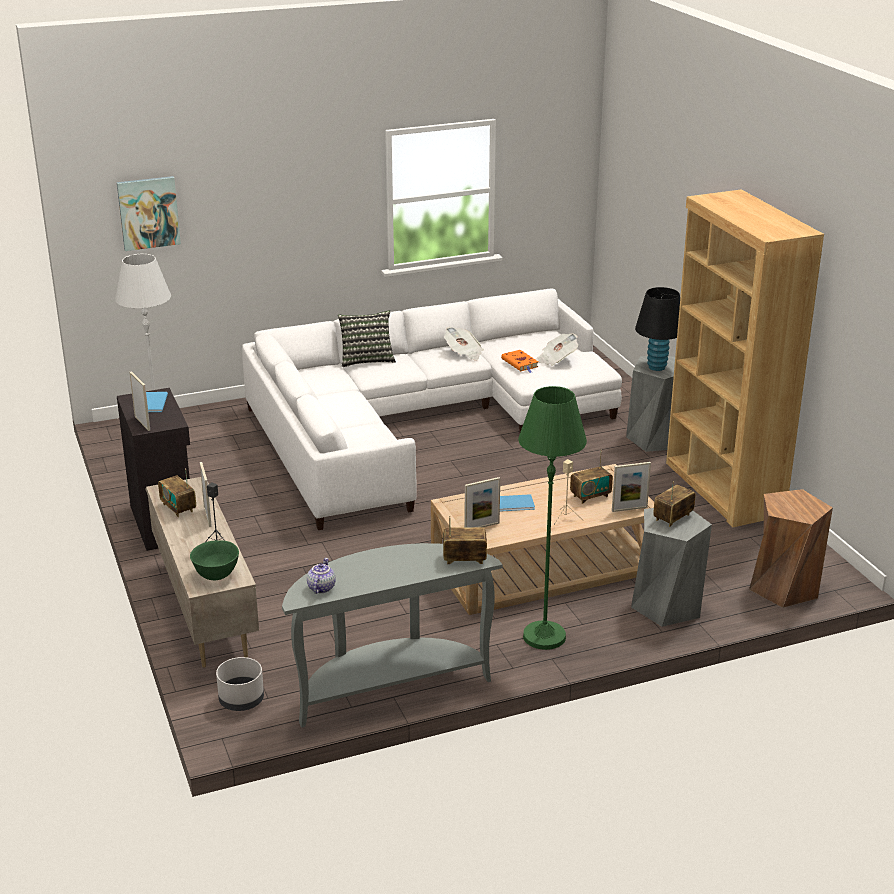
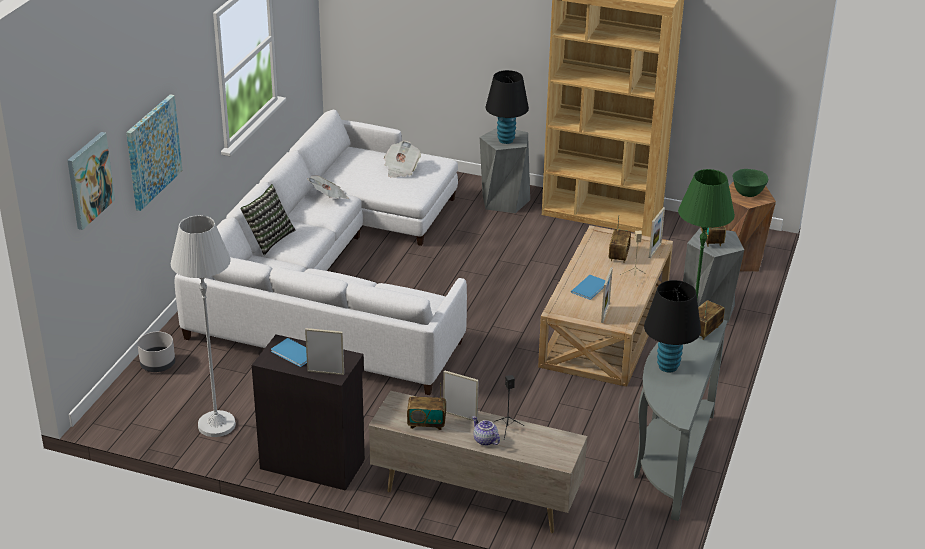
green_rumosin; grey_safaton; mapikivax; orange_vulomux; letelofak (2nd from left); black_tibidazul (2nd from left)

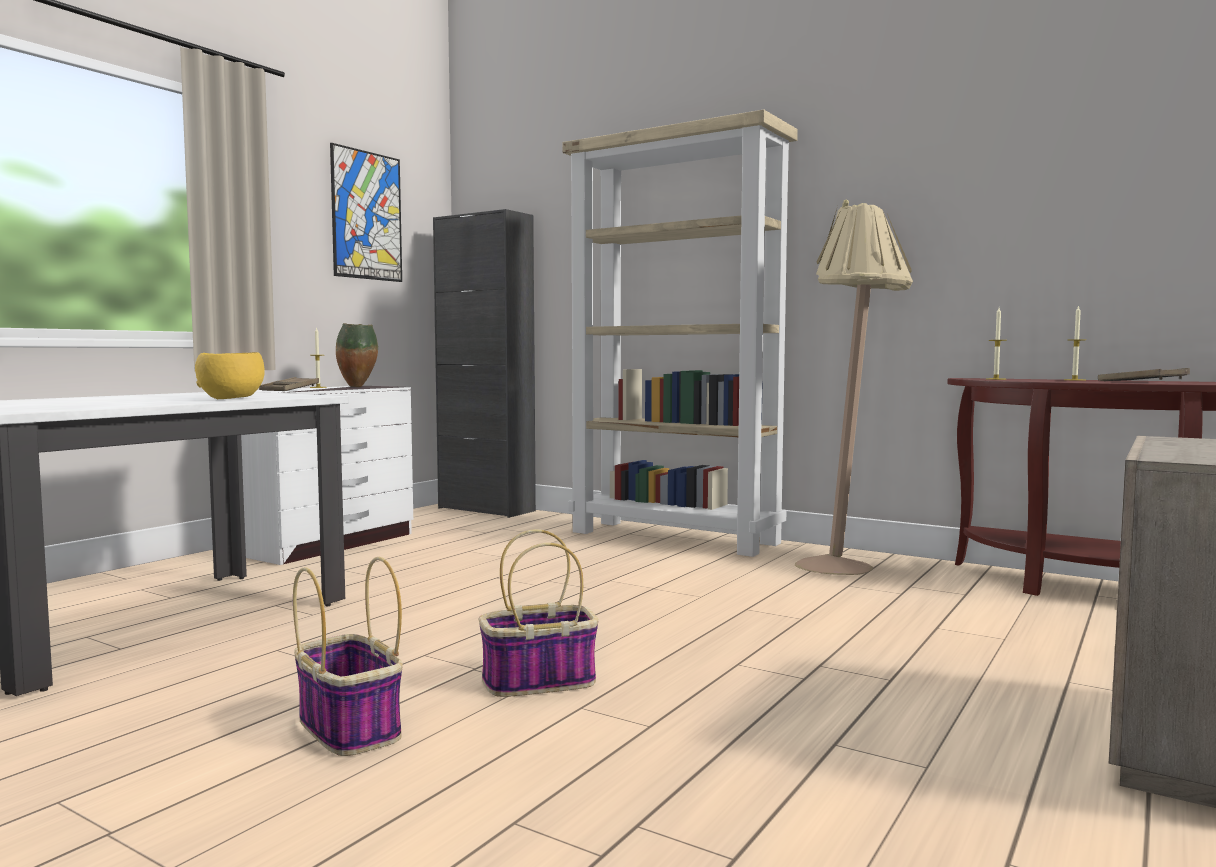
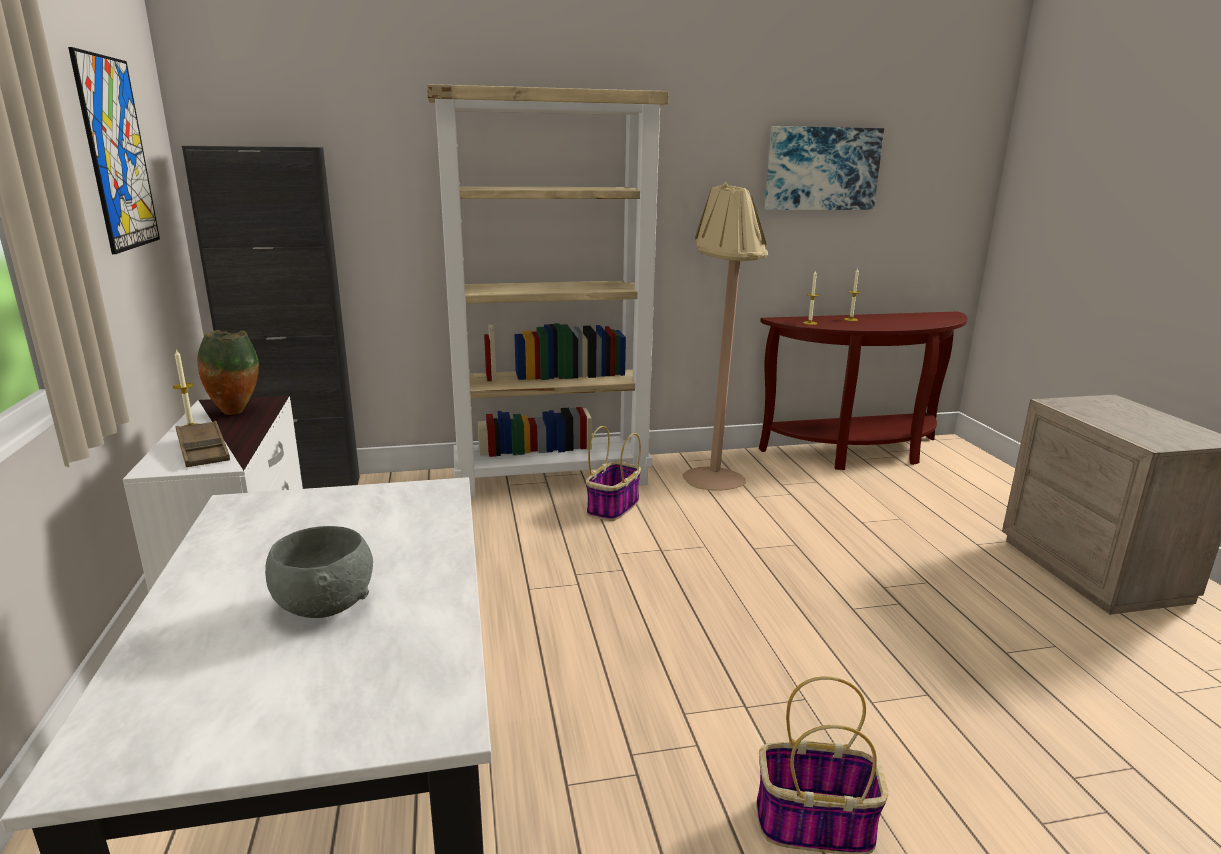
yellow_rumosin; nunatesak (1st from left); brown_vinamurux (2nd from left in the first image); grey_rumosin; letelofak (2nd from left)

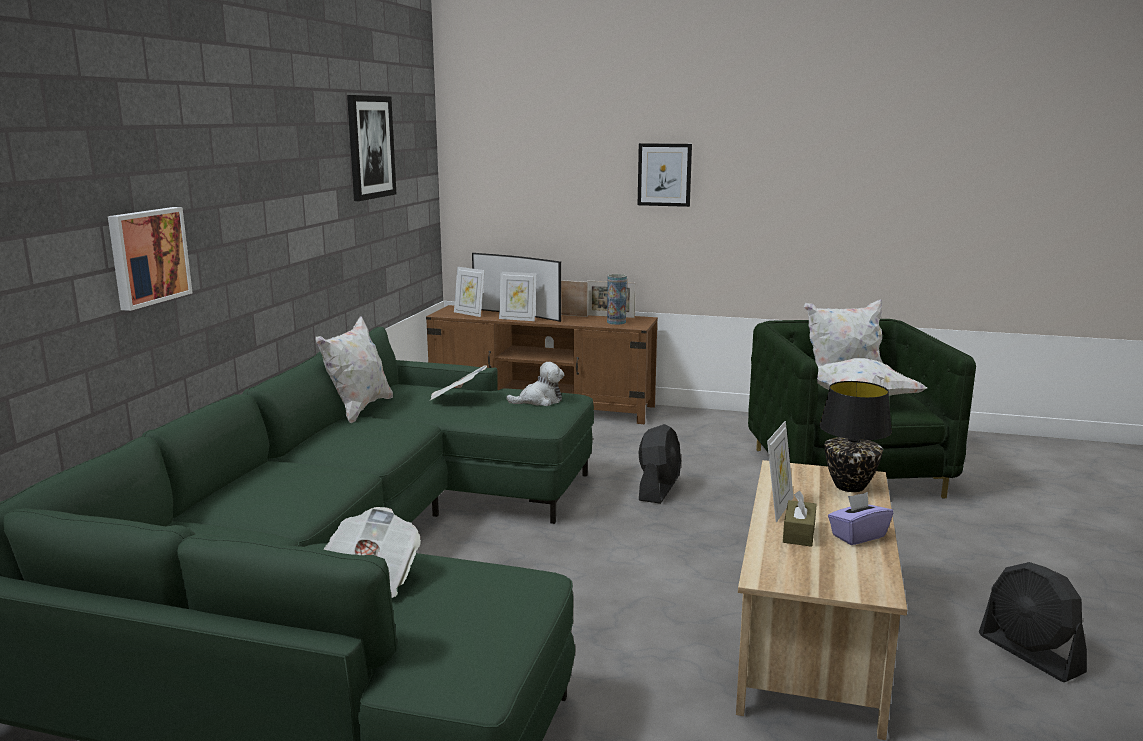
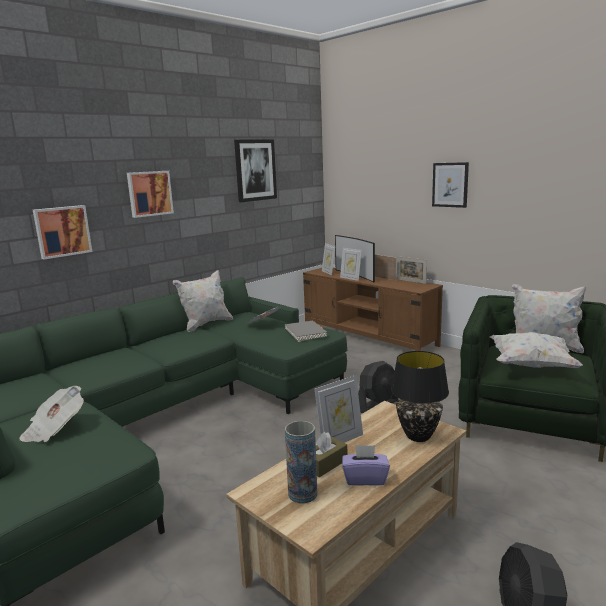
grey_vulomux; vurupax; letelofak (2nd from left)

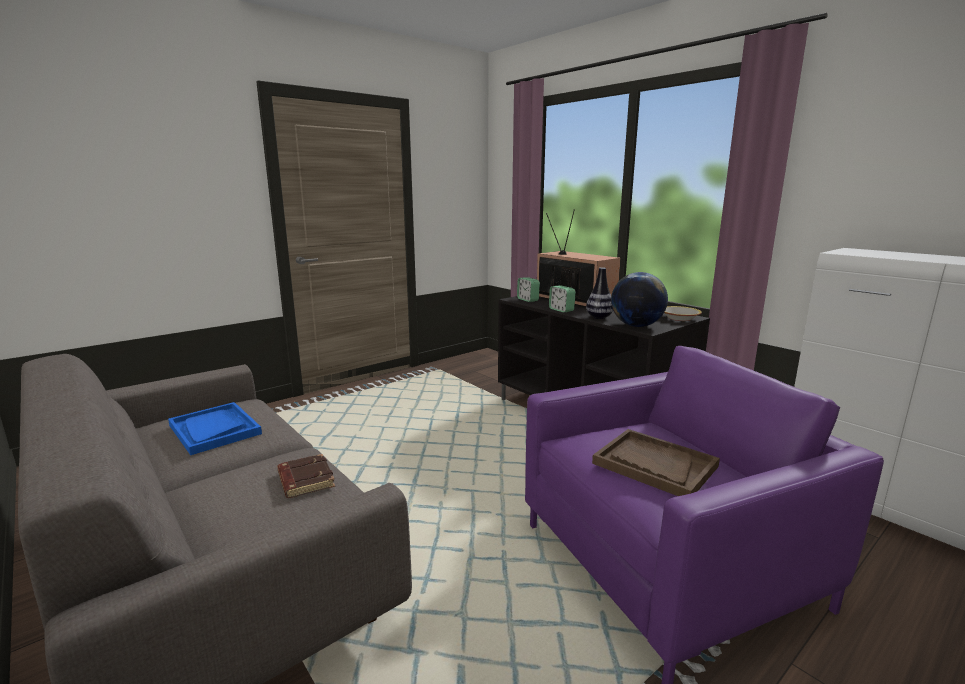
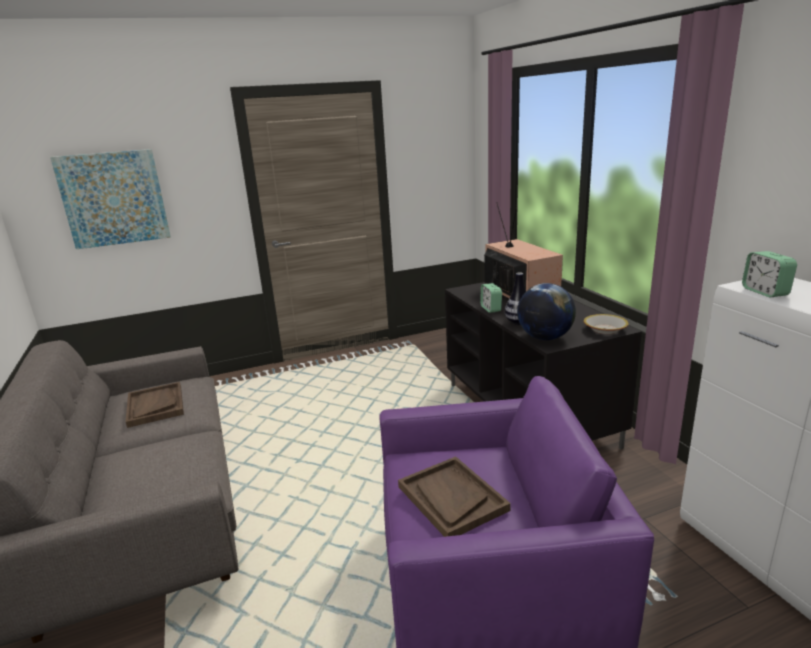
brown_vinamurux (1st from left); brown_vulomux; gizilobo (2nd from left); letelofak

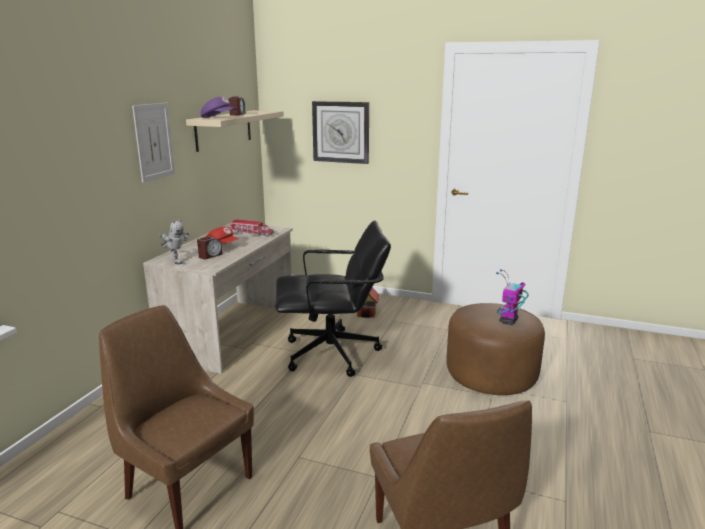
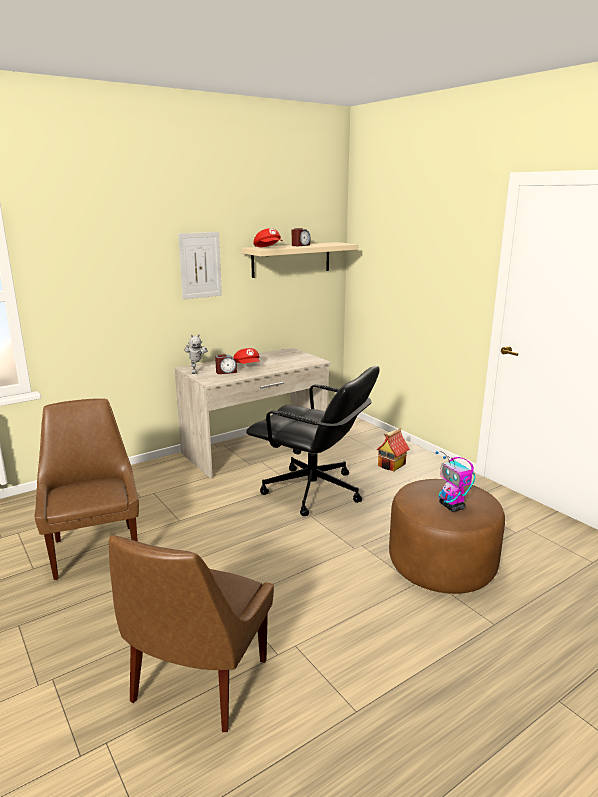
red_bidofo (2nd from left); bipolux; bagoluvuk; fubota (2nd from left)

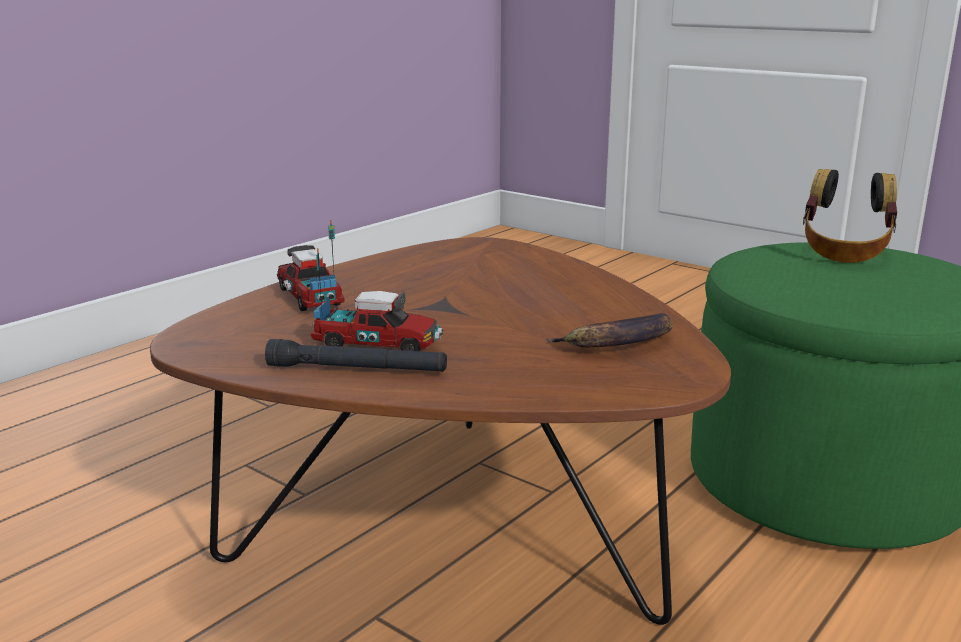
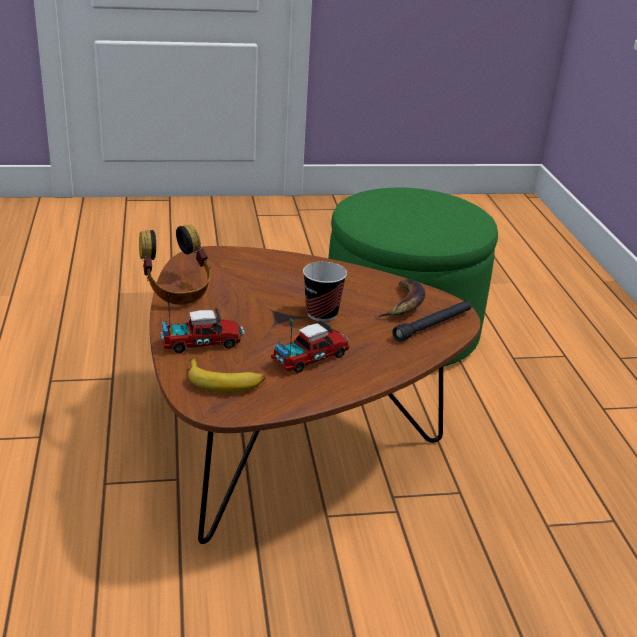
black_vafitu; bipolux (1st from left); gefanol; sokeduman (1st from left); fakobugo

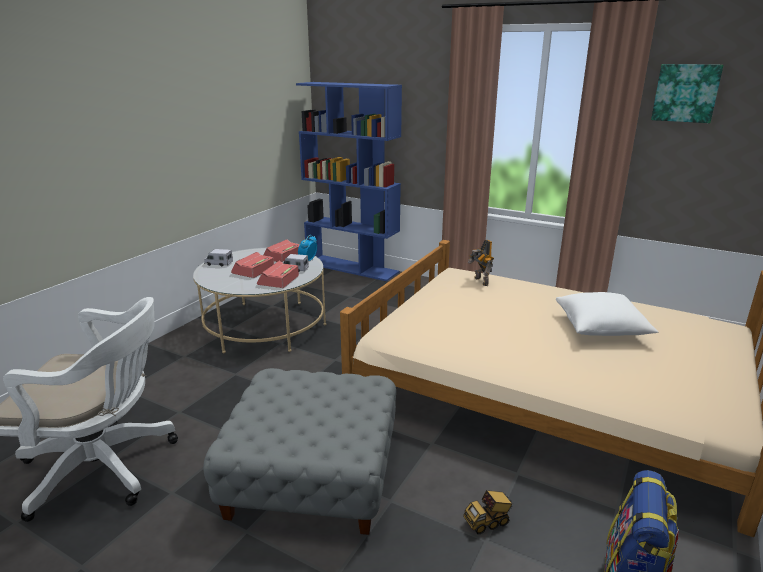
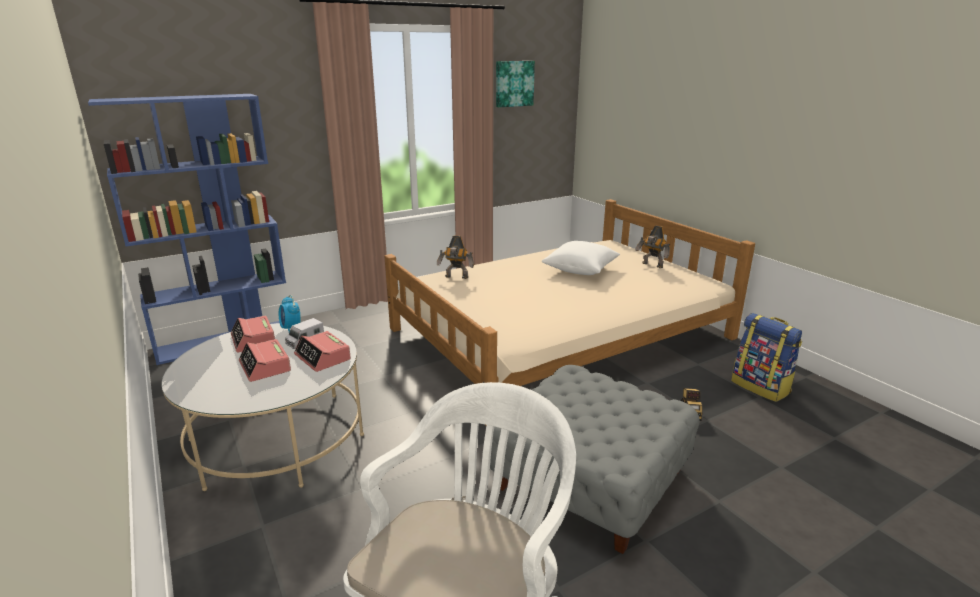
bipolux (1st from left in the first image); fubota (2nd from left)

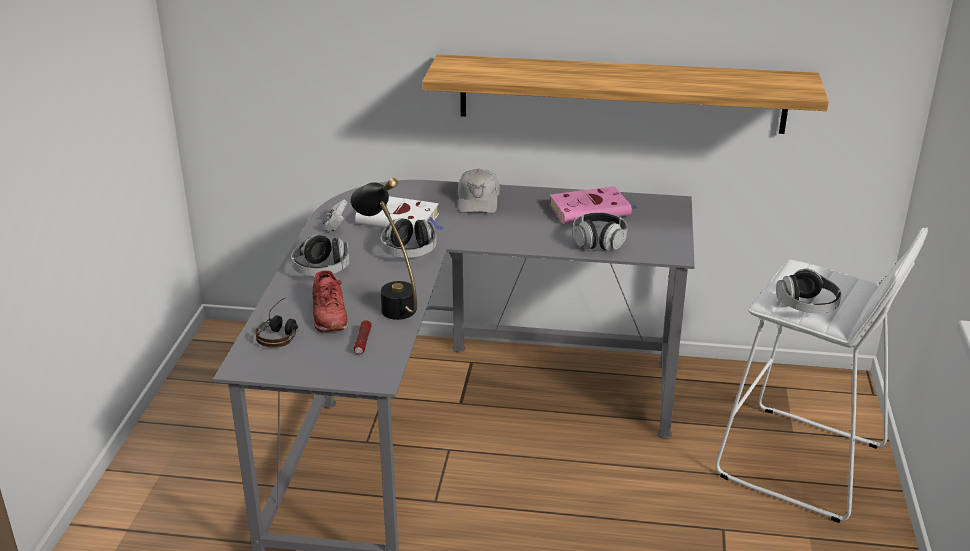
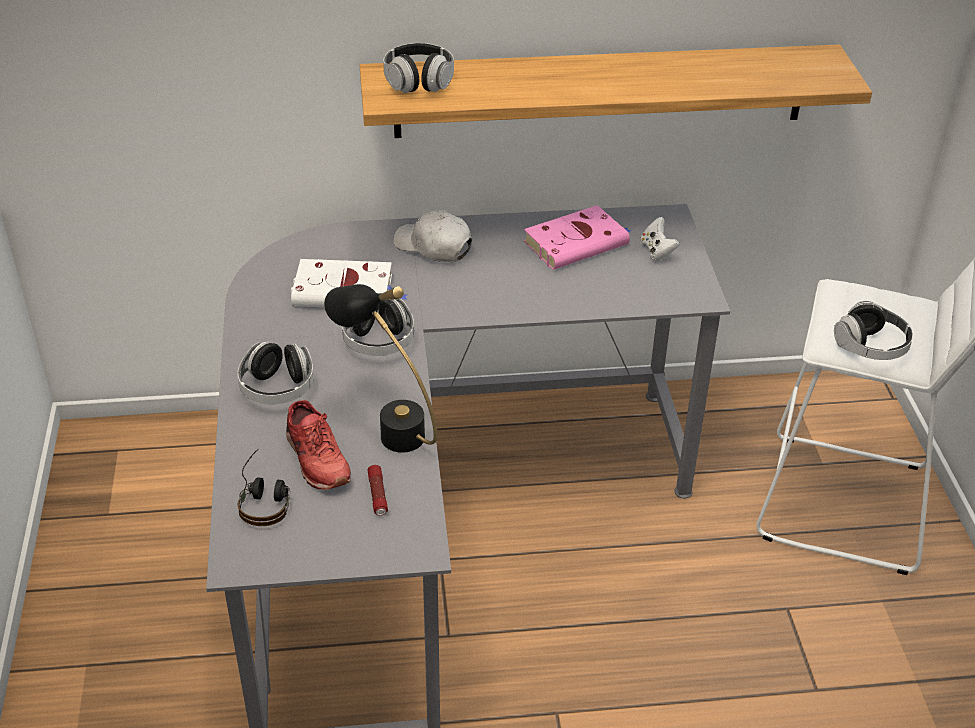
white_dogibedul; white_bidofo; gefanol (4th from left)

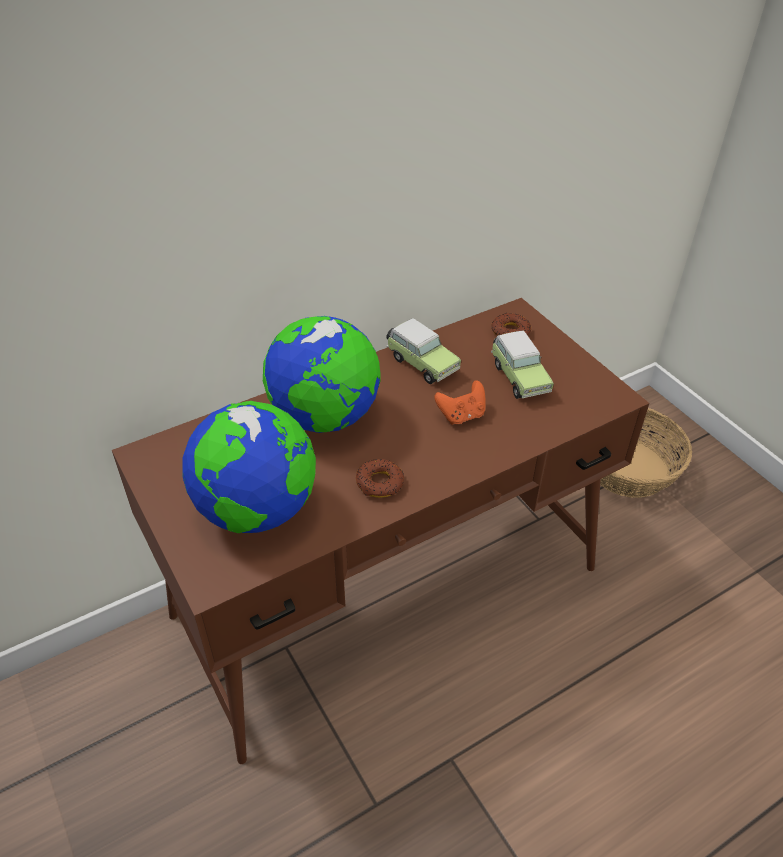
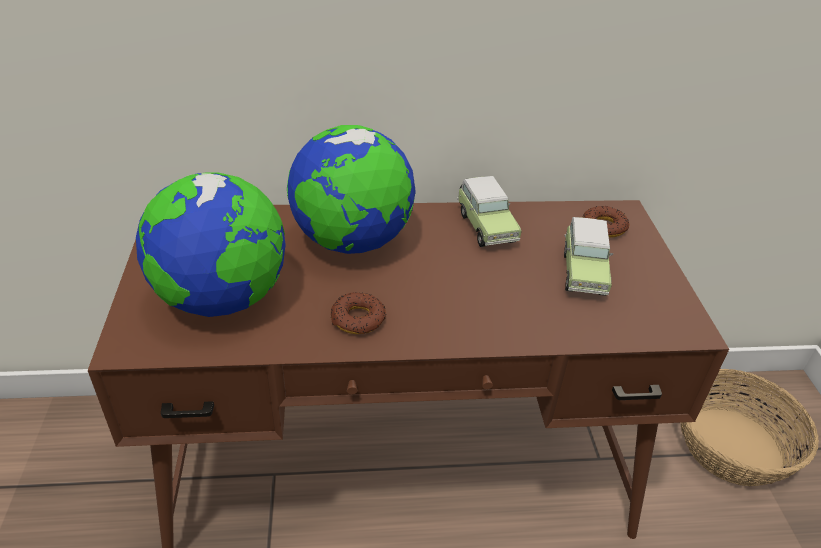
orange_dogibedul

